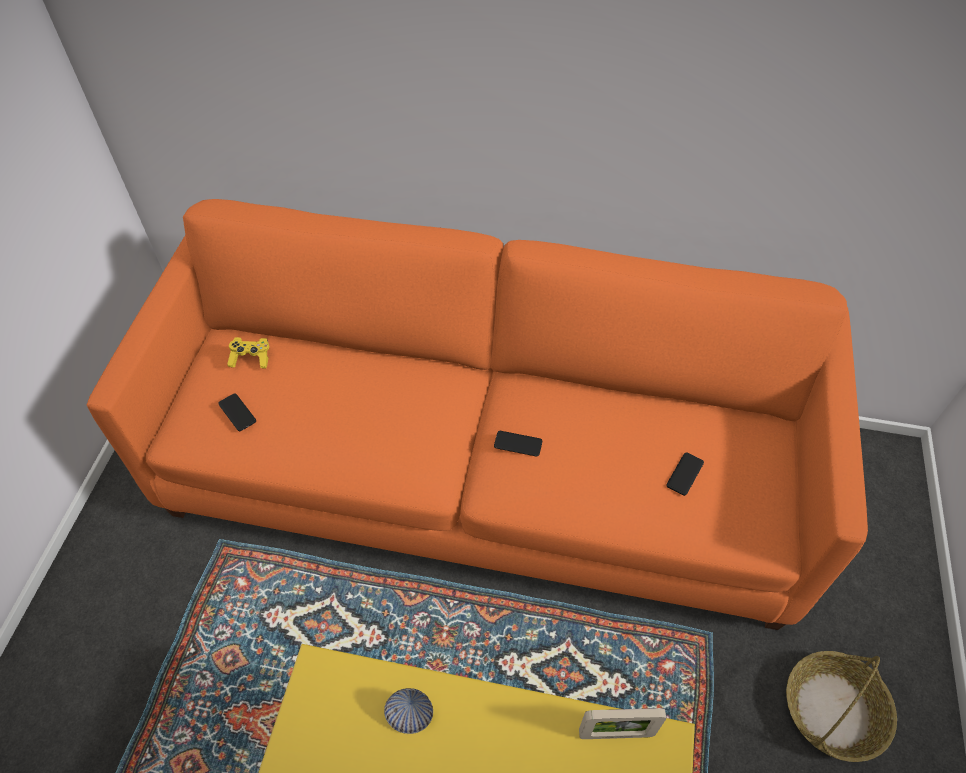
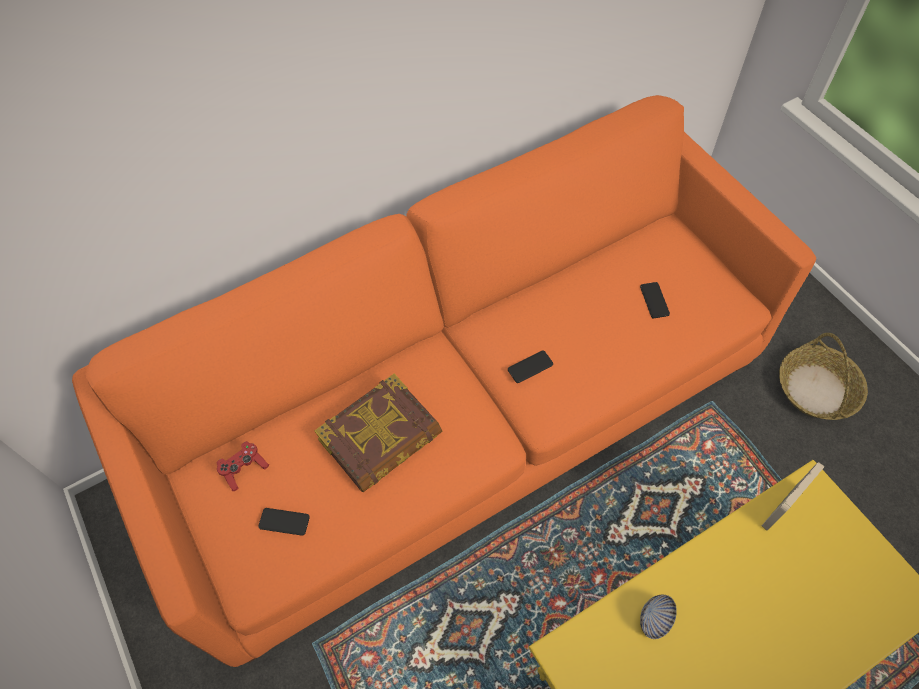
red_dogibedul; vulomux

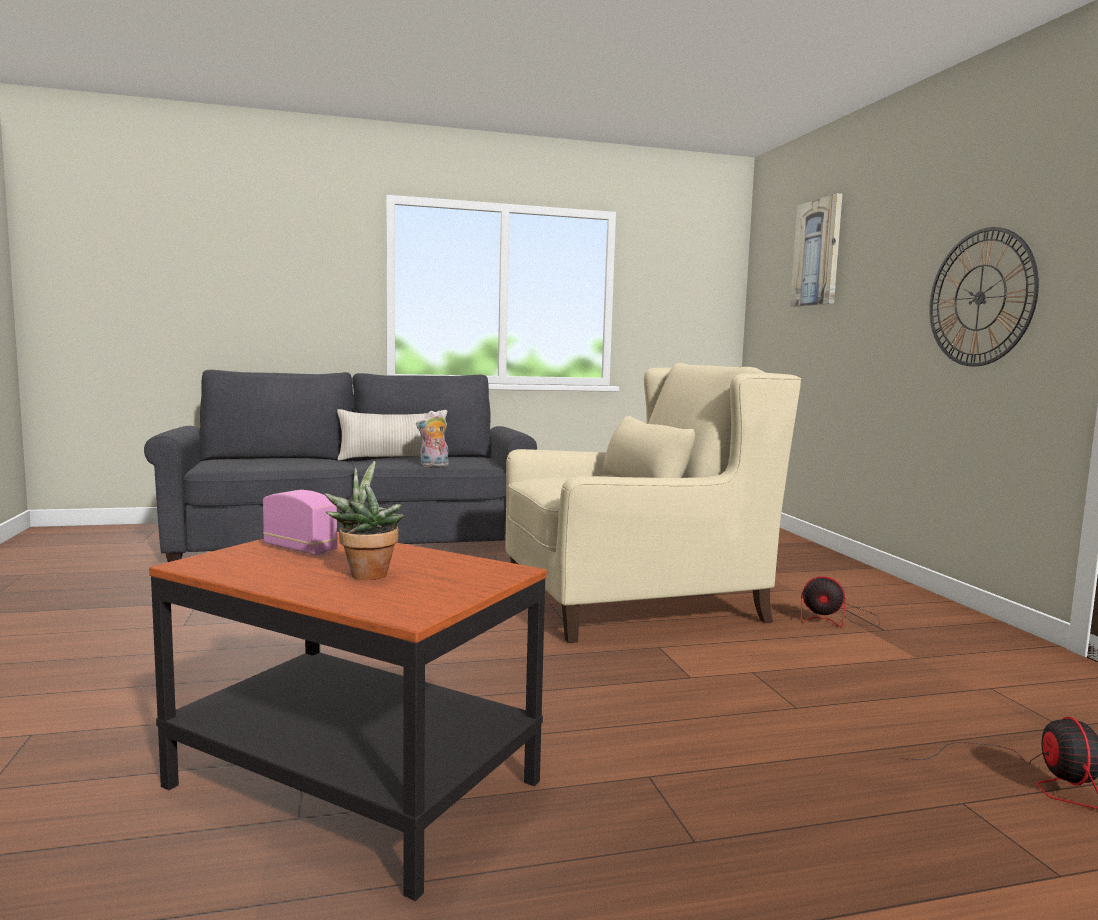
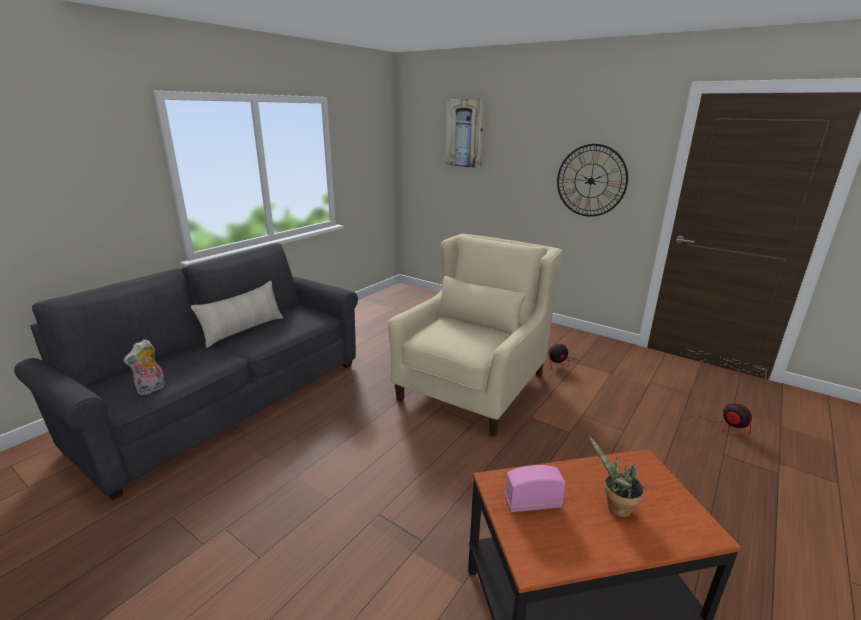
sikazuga

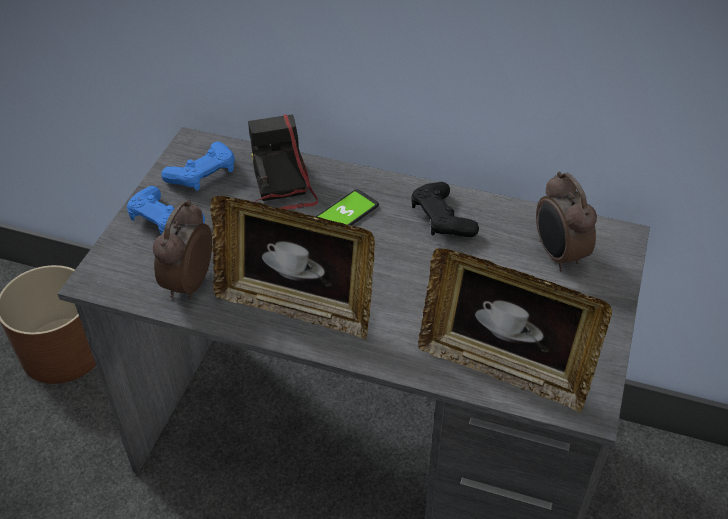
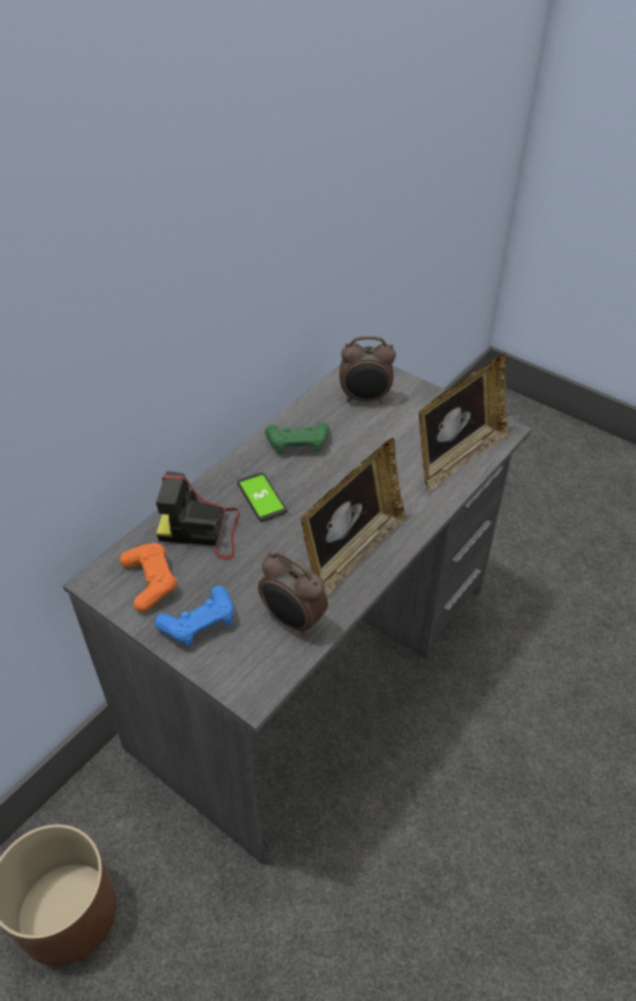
orange_dogibedul; green_dogibedul

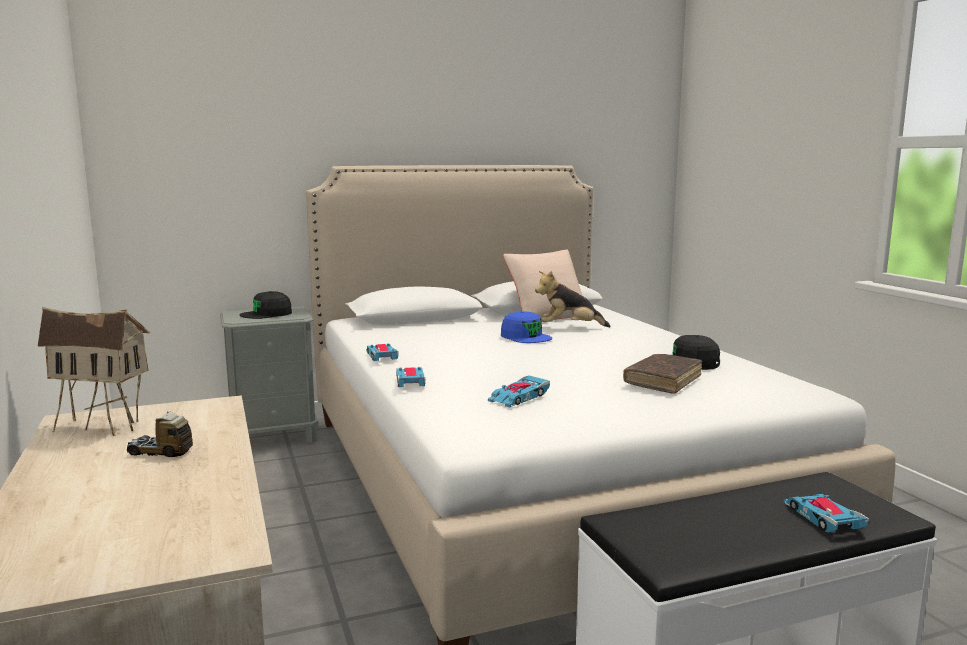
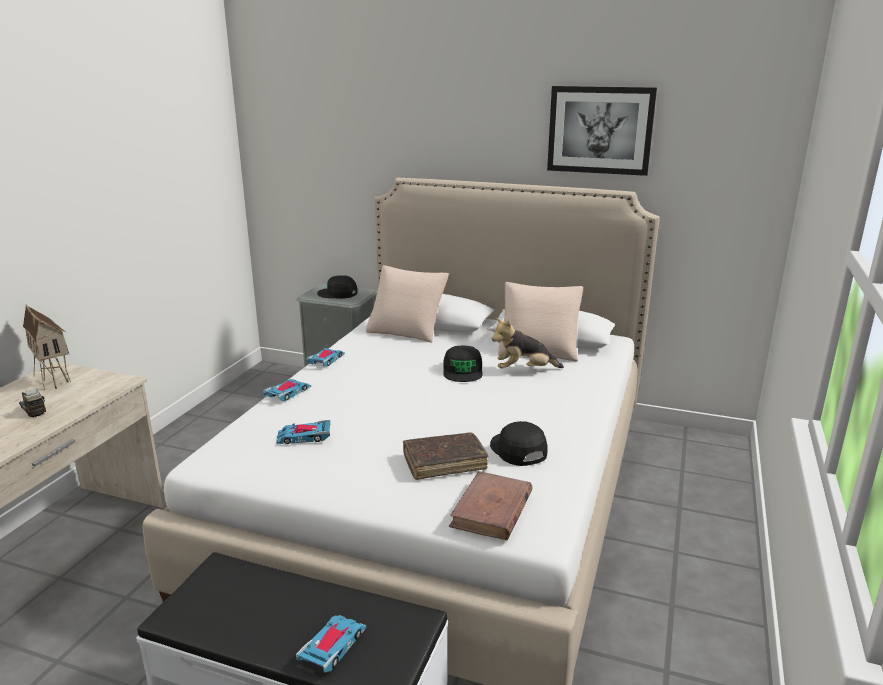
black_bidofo (2nd from left); sikazuga; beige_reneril (1st from left); brown_vulomux (2nd from left); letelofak

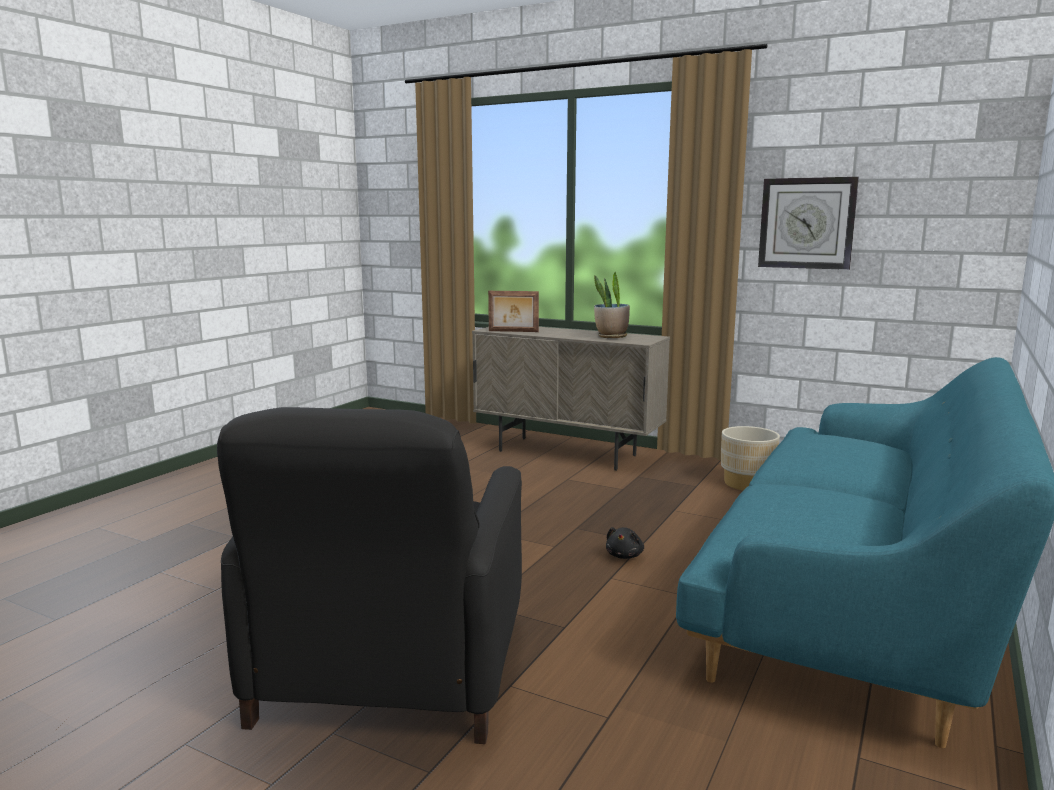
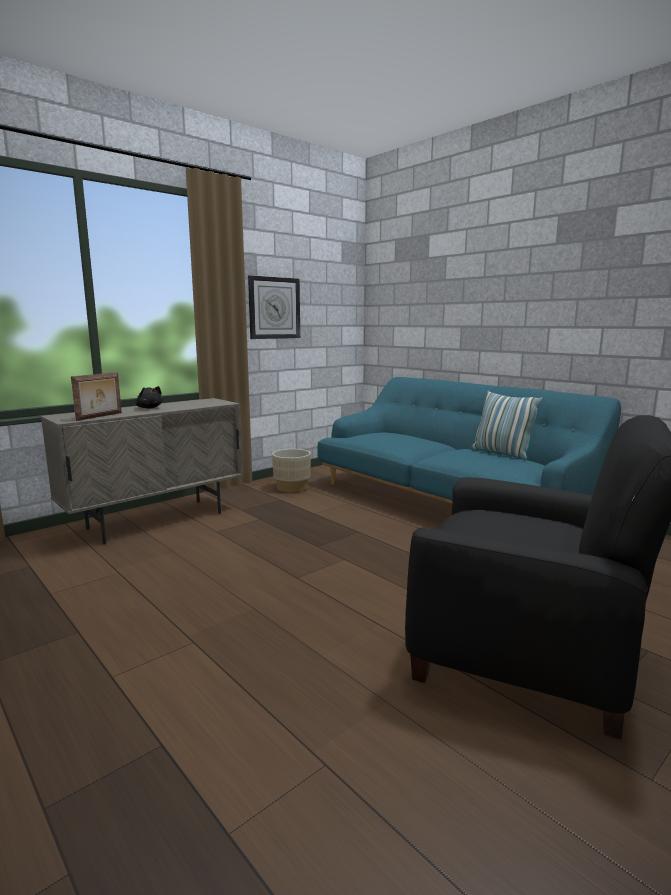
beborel; black_sikazuga; reneril

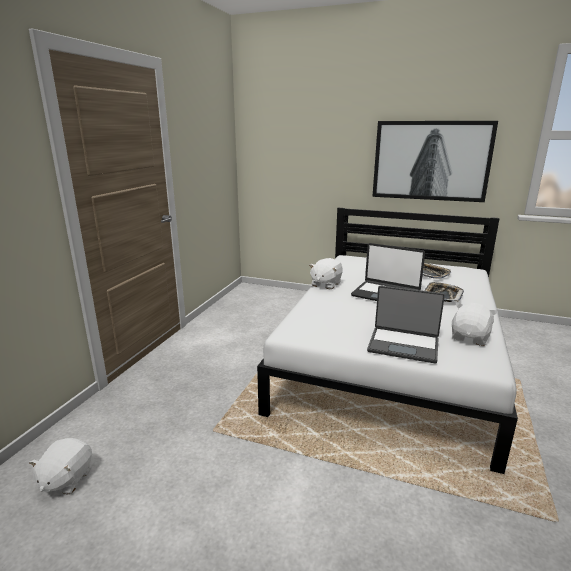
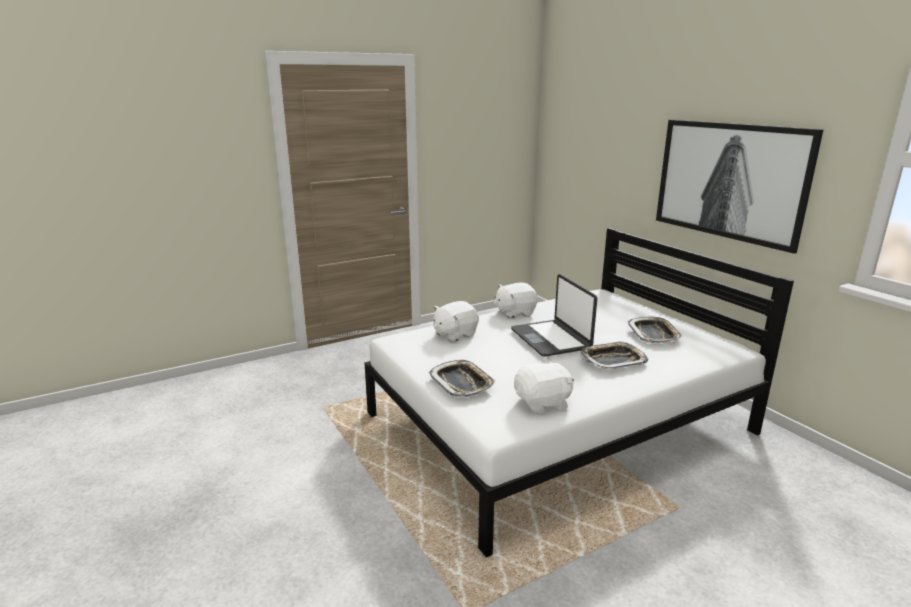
white_sikazuga (1st from left); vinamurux (1st from left)

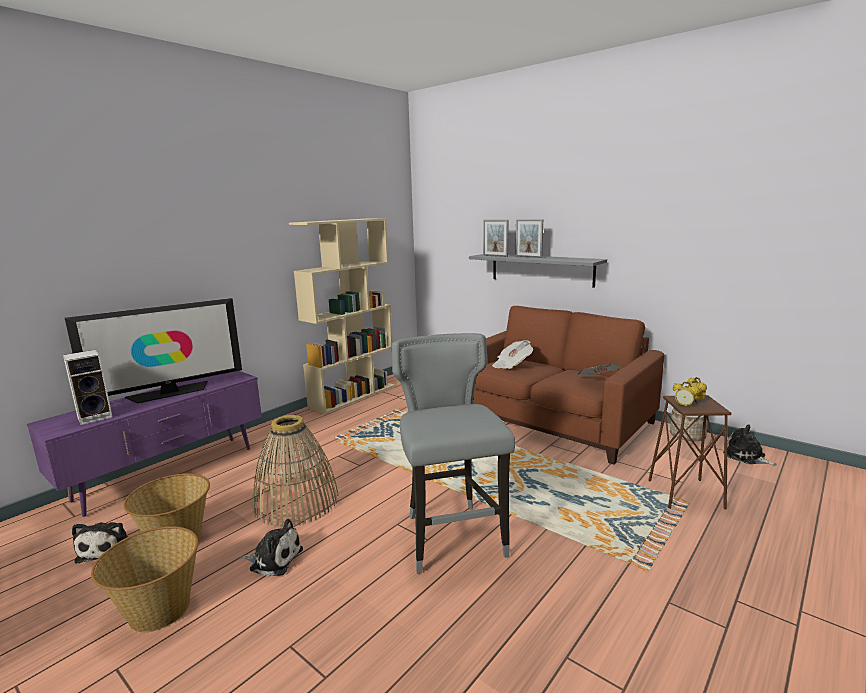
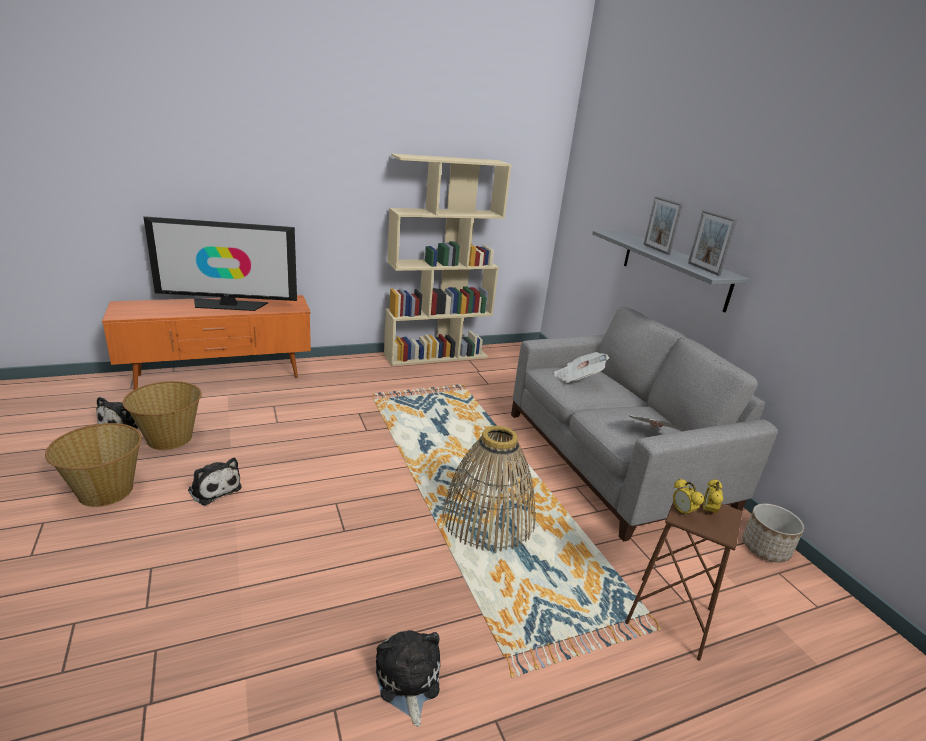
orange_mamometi; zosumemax; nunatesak (3rd from left); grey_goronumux; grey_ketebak; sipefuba (2nd from left); sikazuga (3rd from left)

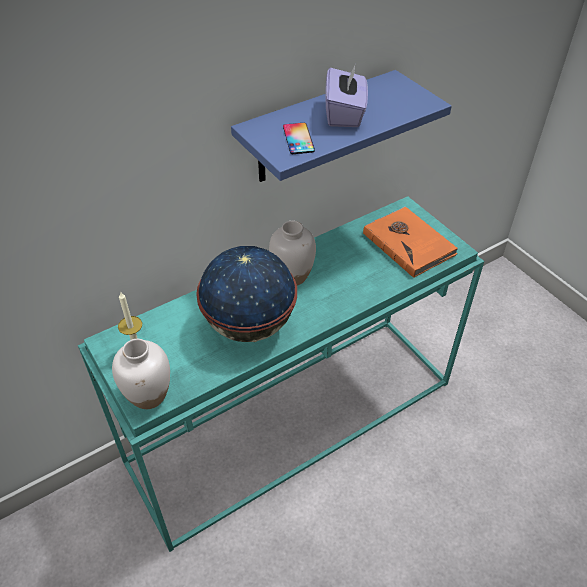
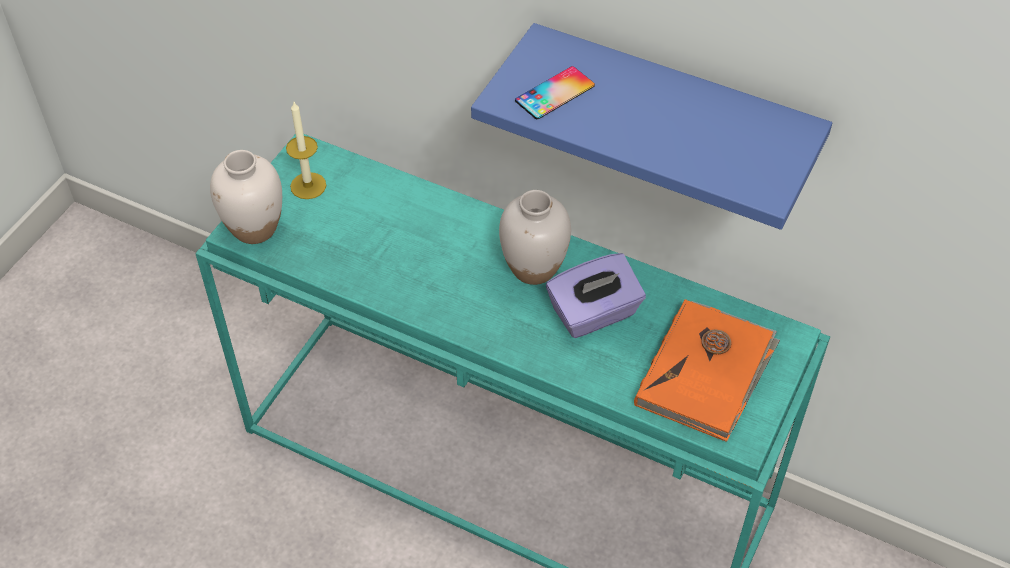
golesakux; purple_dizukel

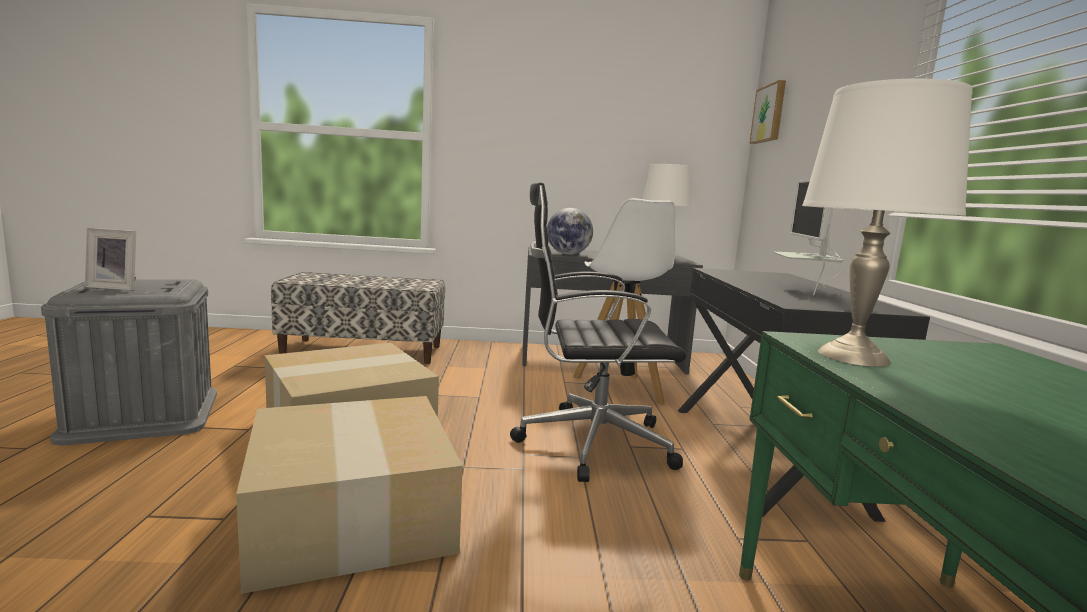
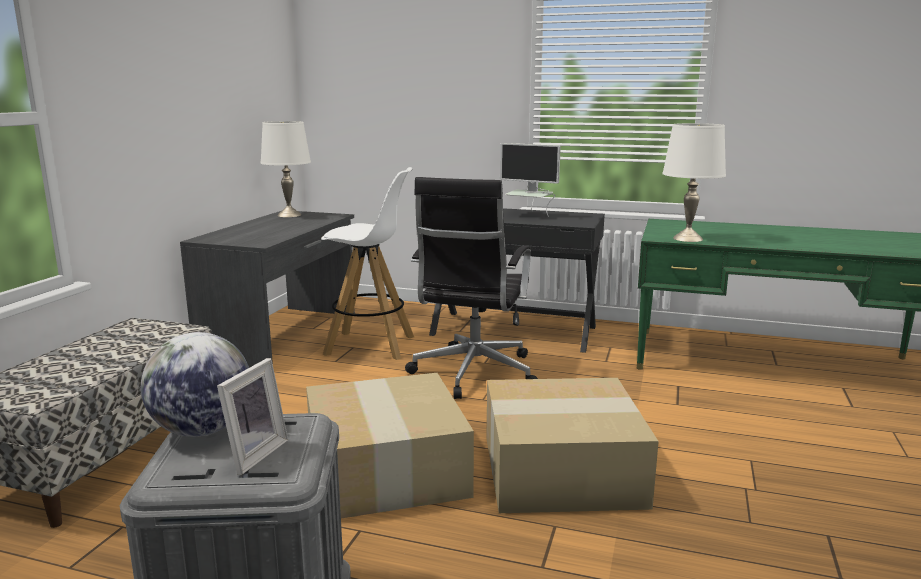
golesakux; letelofak

